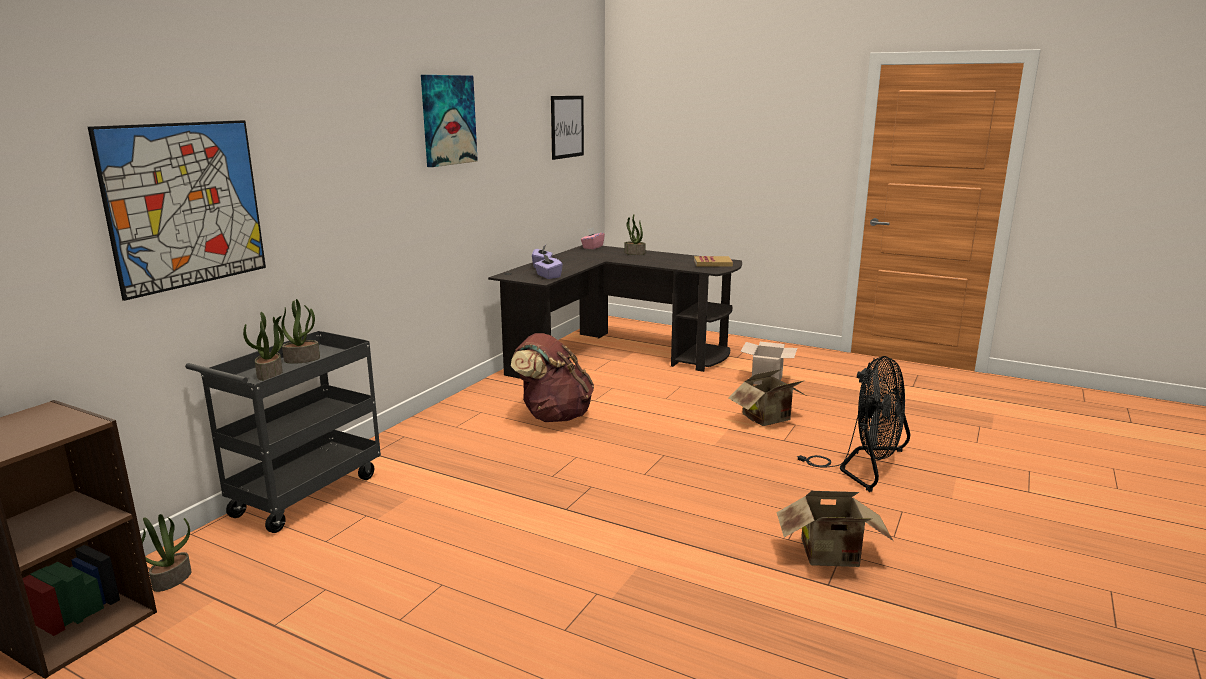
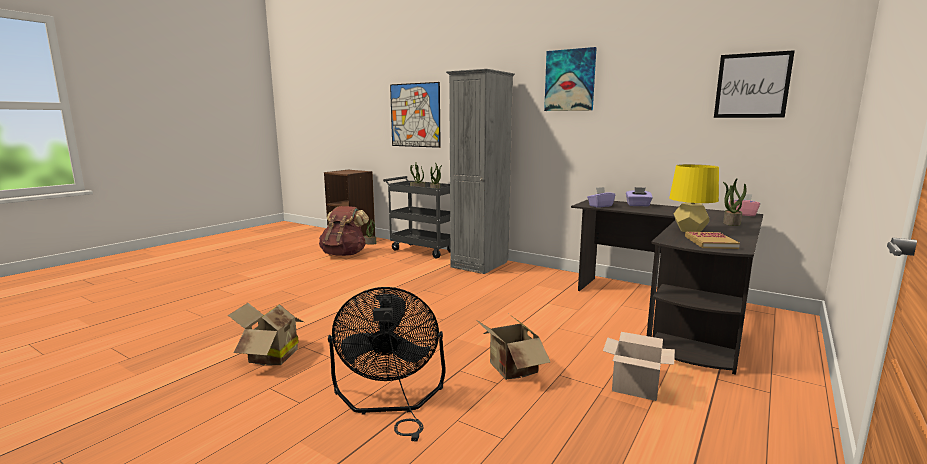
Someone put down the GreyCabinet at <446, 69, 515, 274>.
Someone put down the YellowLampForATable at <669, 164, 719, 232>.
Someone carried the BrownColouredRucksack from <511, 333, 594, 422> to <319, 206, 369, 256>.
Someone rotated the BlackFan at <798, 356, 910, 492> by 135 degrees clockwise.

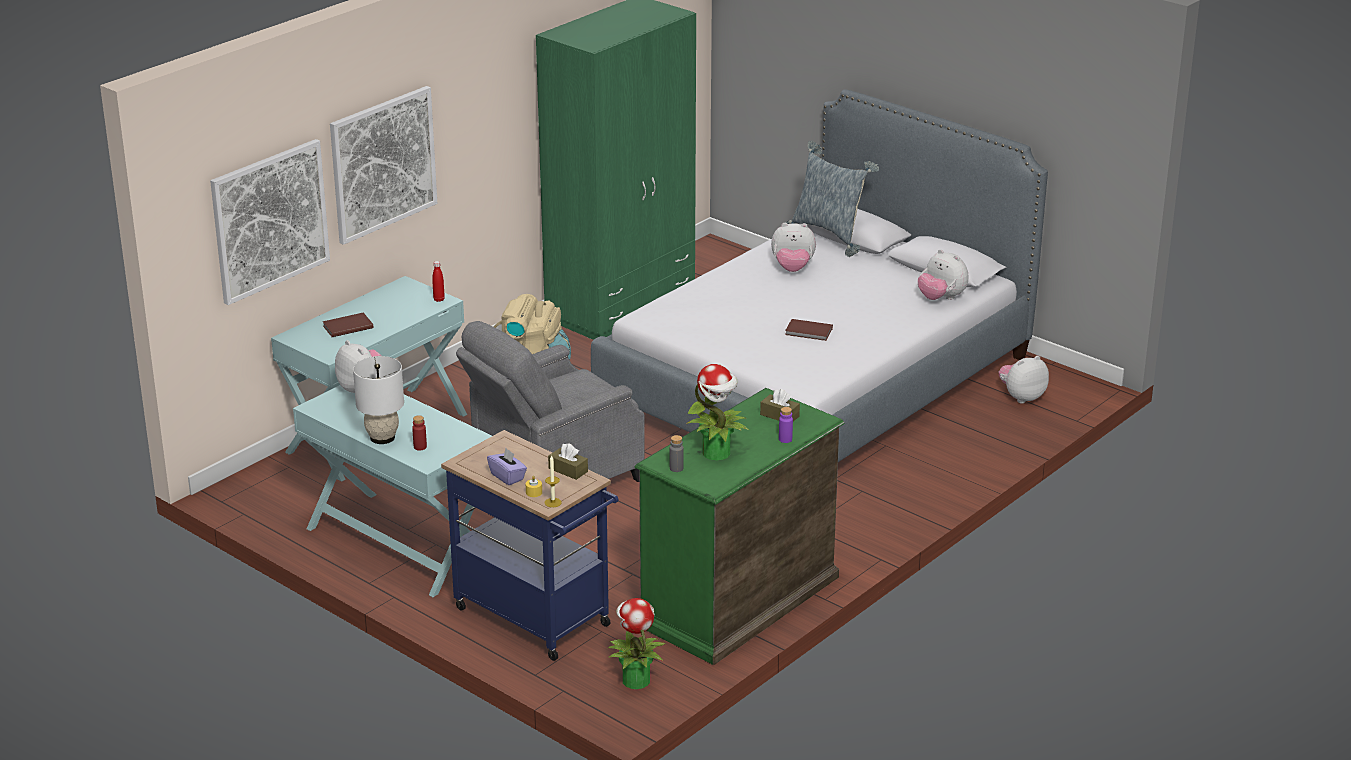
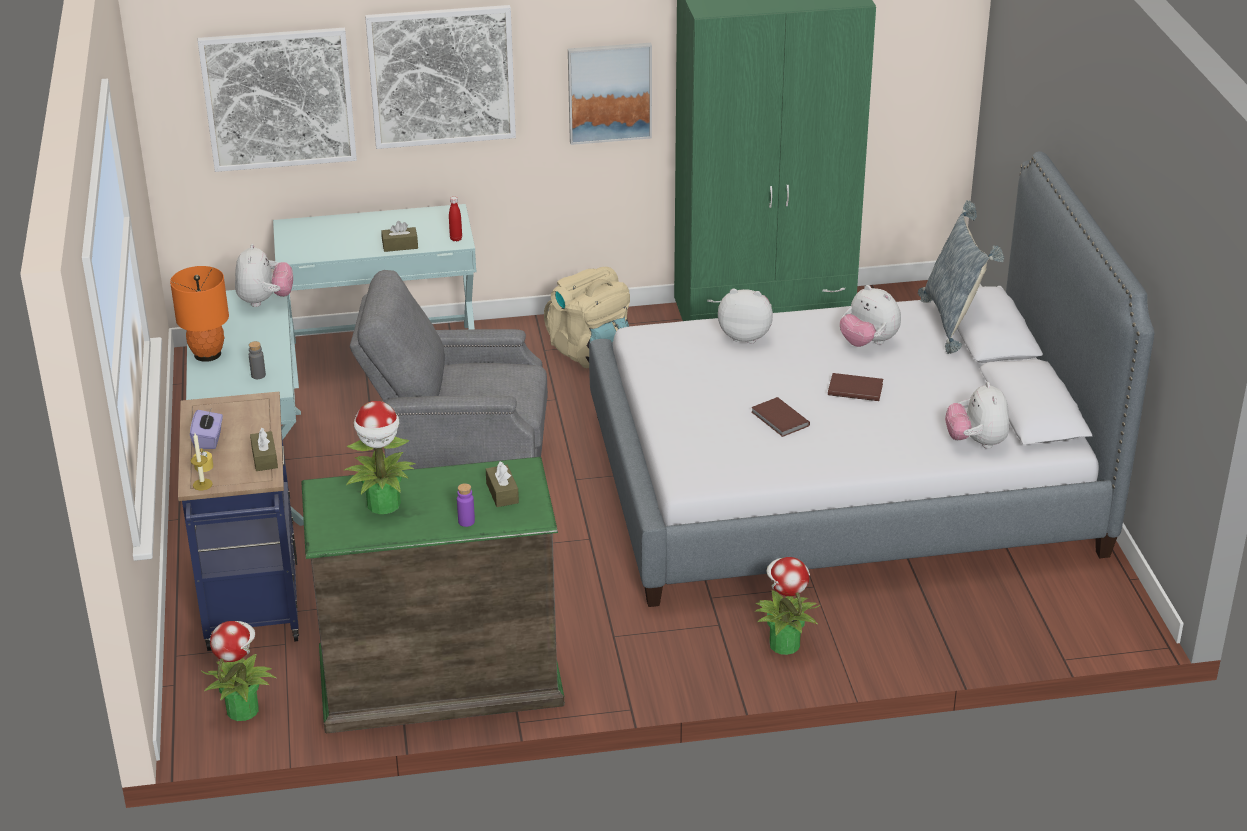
Someone took away the RedColouredDrinkBottle at <412, 415, 427, 451>.
Someone put down the BrownColouredBoxOfTissues at <382, 221, 418, 252>.
Someone put up the WallArt at <568, 43, 652, 145>.
Someone put down the Houseplant at <755, 557, 820, 655>.
Someone carried the BrownColouredVolume from <323, 312, 373, 337> to <828, 373, 883, 401>.
Someone carried the GreyDrinkBottle from <670, 435, 684, 472> to <249, 341, 266, 379>.
Someone carried the CuddlyToy from <999, 356, 1049, 403> to <718, 289, 773, 343>.
Someone repainted the WhiteColouredLampForATable at <353, 356, 404, 444>, which became the OrangeColouredLampForATable at <170, 266, 229, 362>.

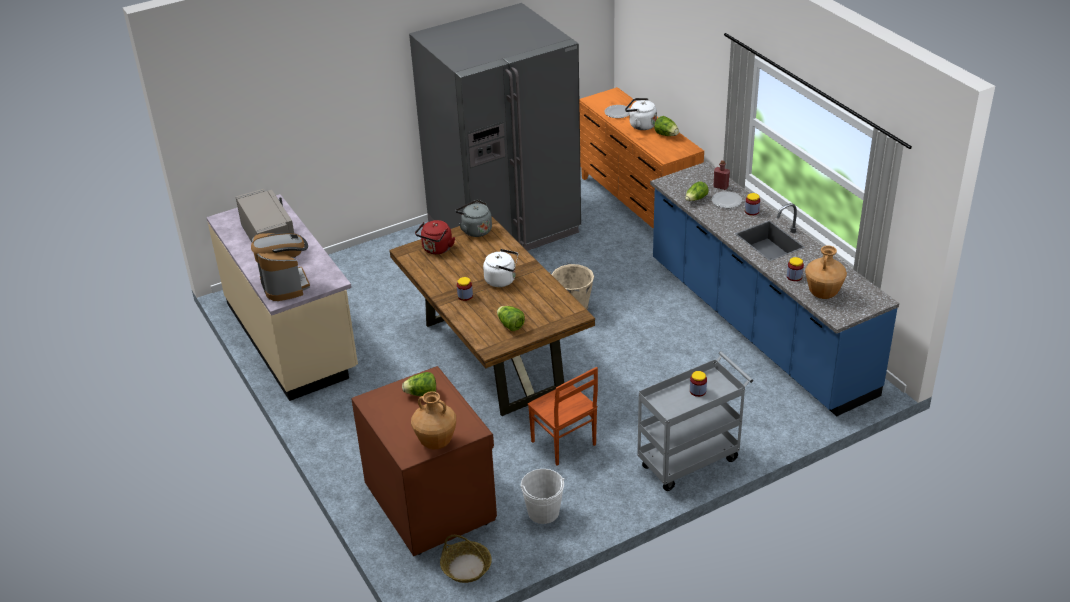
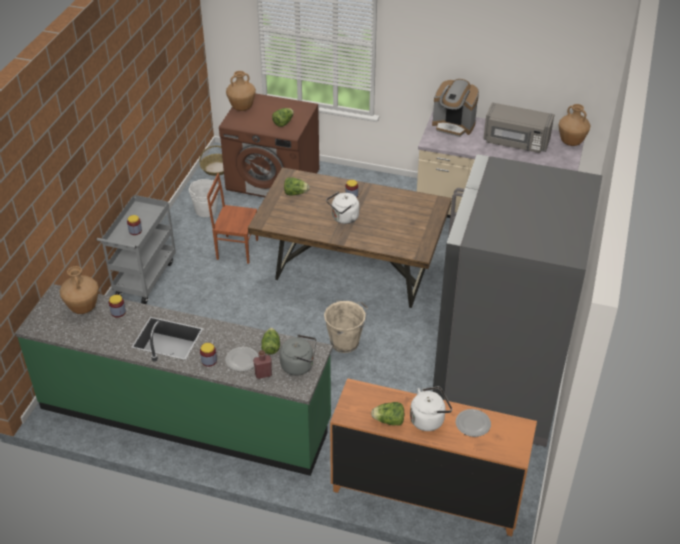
Someone took away the RedColouredWaterKettle at <415, 220, 455, 254>.
Someone put down the BrownColouredDecorativeVase at <559, 104, 591, 146>.
Someone carried the GreyWaterKettle from <455, 200, 492, 237> to <280, 335, 317, 376>.
Someone repainted the BlueColouredCounter at <650, 161, 899, 416>, which became the GreenishCounter at <15, 284, 333, 476>.

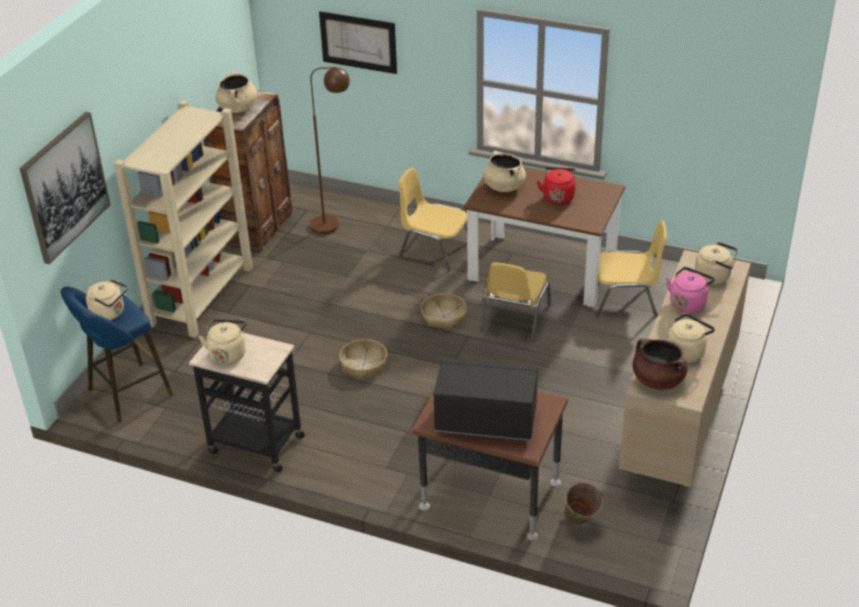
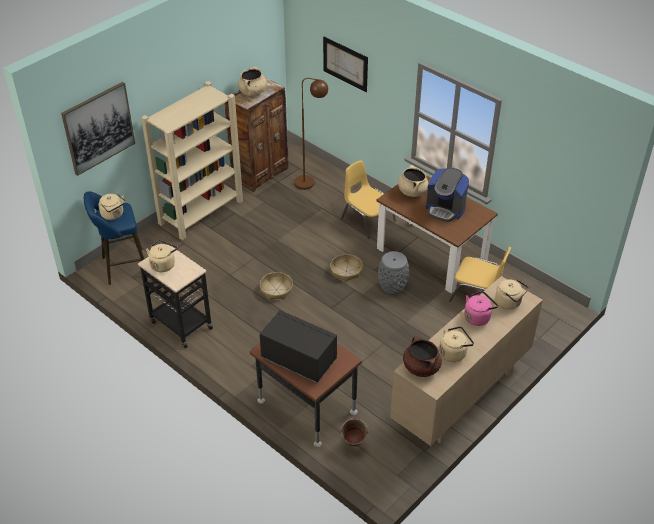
Someone swapped the YellowUprightChair at <480, 262, 551, 341> for the GreyStoolSeat at <378, 251, 409, 294>.
Someone swapped the RedColouredWaterKettle at <537, 167, 576, 204> for the CoffeeMachine at <426, 168, 469, 222>.

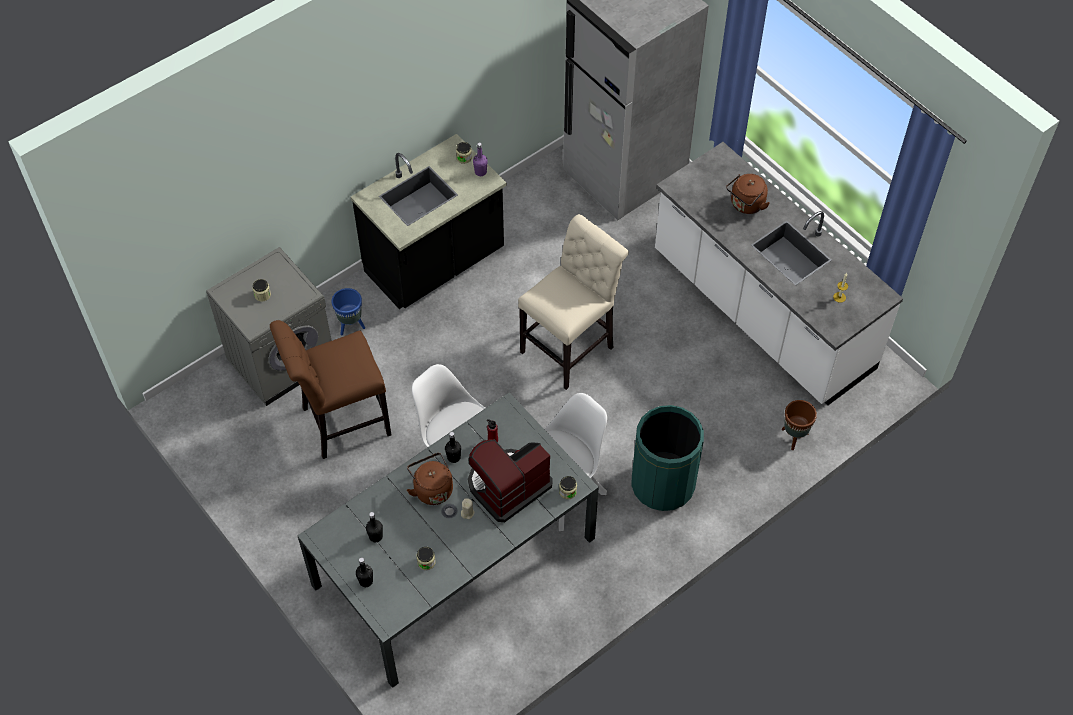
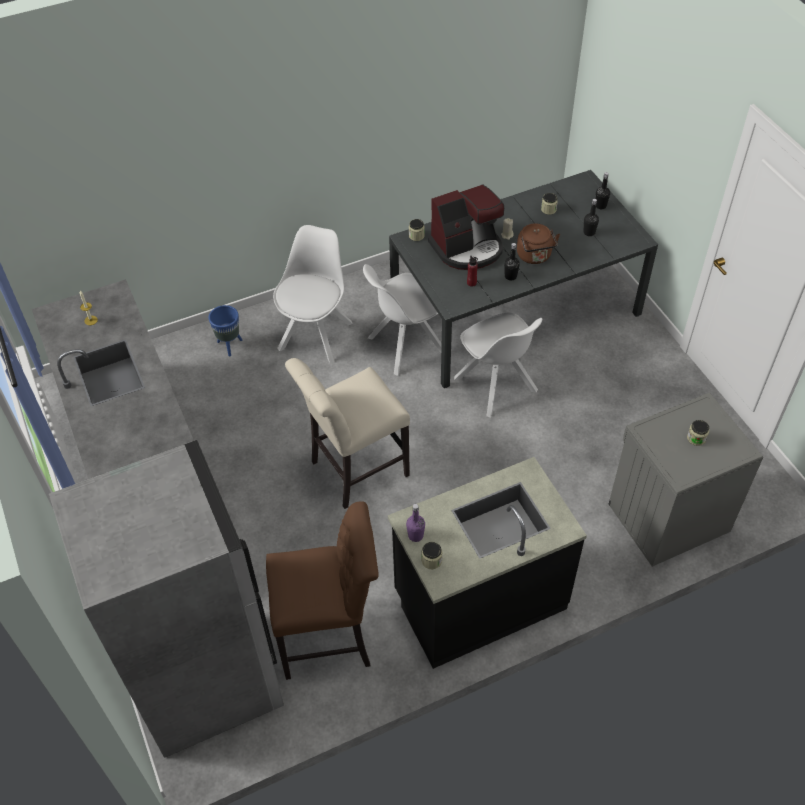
Someone took away the BrownColouredWaterKettle at <726, 174, 770, 214>.
Someone took away the BrownColouredPlanter at <782, 400, 817, 450>.
Someone carried the BrownColouredStoolSeat from <270, 320, 391, 459> to <266, 501, 379, 680>.
Someone carried the BlueColouredPlanter from <332, 288, 365, 335> to <208, 305, 242, 357>.
Someone swapped the GreenishTrashCan at <631, 405, 704, 511> for the WhiteColouredUprightChair at <273, 225, 353, 364>.

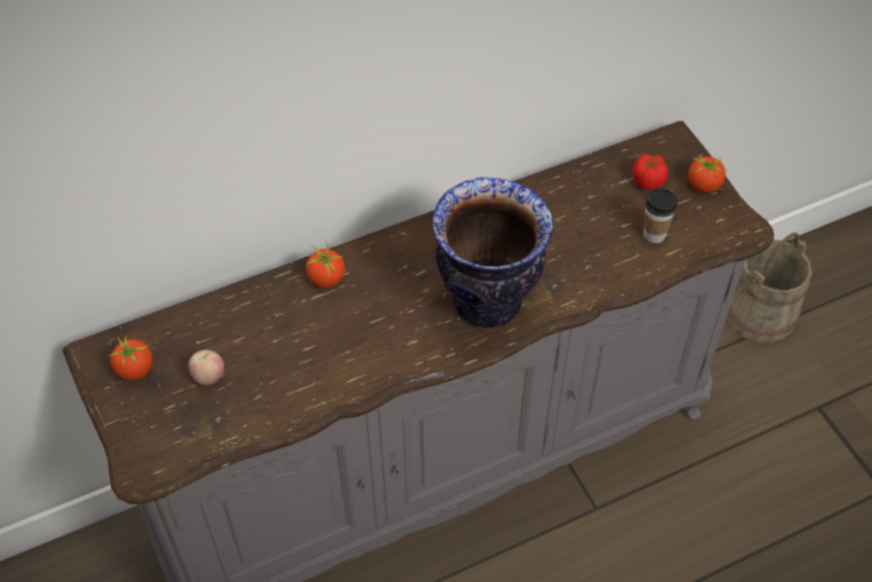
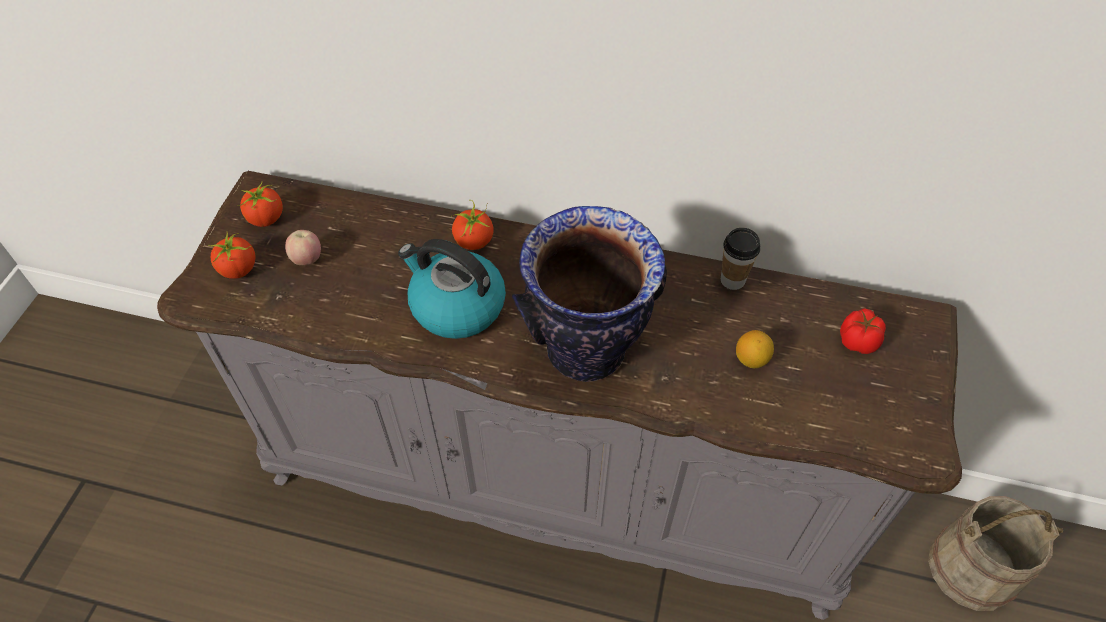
Someone put down the WaterKettle at <398, 239, 506, 339>.
Someone put down the WholeLemon at <736, 330, 774, 368>.
Someone carried the DrinkingCup from <643, 188, 678, 243> to <721, 228, 761, 290>.
Someone carried the Tomato from <688, 156, 730, 193> to <208, 232, 255, 279>.

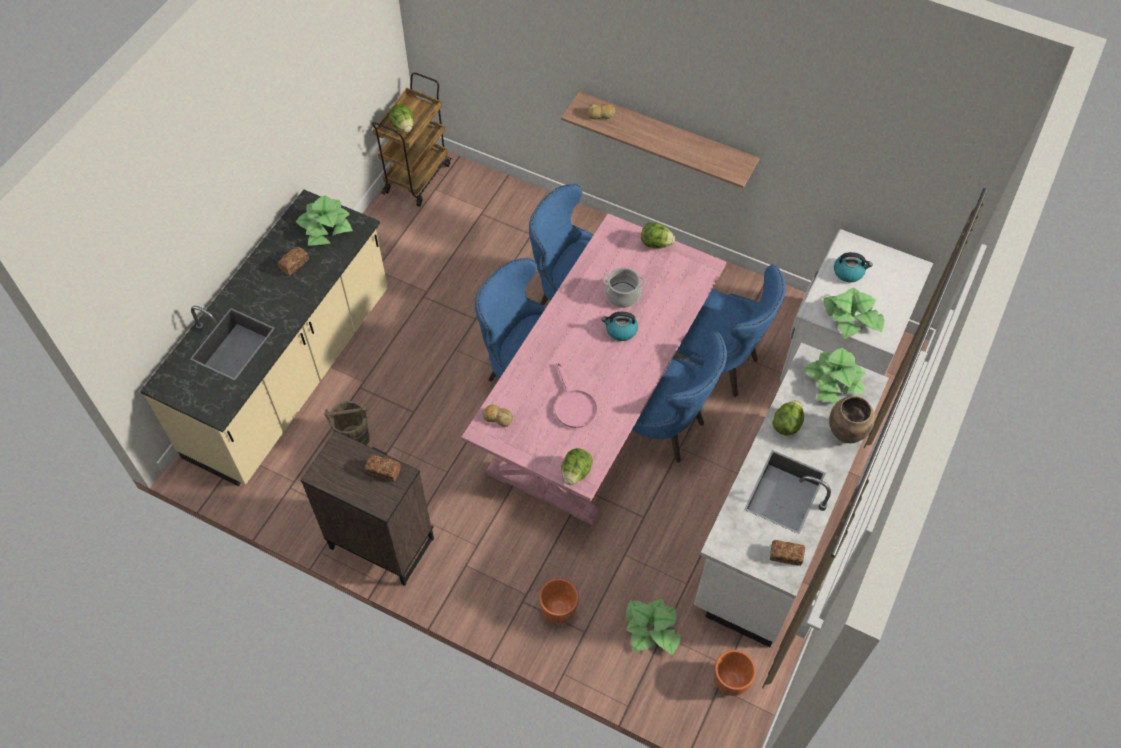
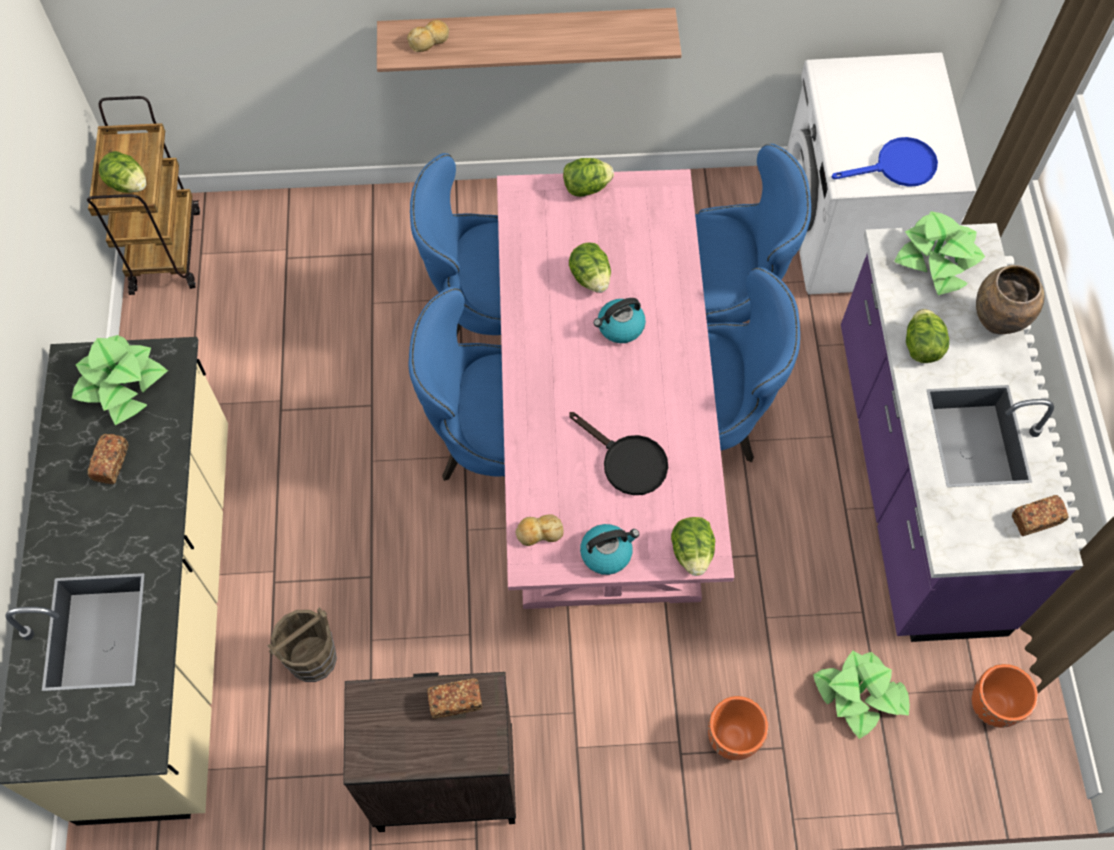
Someone carried the WaterKettle from <834, 252, 873, 282> to <580, 524, 639, 575>.
Someone swapped the Saucepot at <603, 267, 645, 308> for the HeadOfLettuce at <569, 242, 611, 293>.
Someone swapped the Houseplant at <823, 288, 885, 339> for the BlueColouredSkillet at <831, 137, 938, 187>.
Someone repainted the PinkishSkillet at <555, 362, 597, 428>, which became the BlackSkillet at <570, 412, 668, 495>.
Someone repainted the WhiteColouredCounter at <694, 342, 889, 647>, which became the PurpleColouredCounter at <841, 223, 1083, 642>.

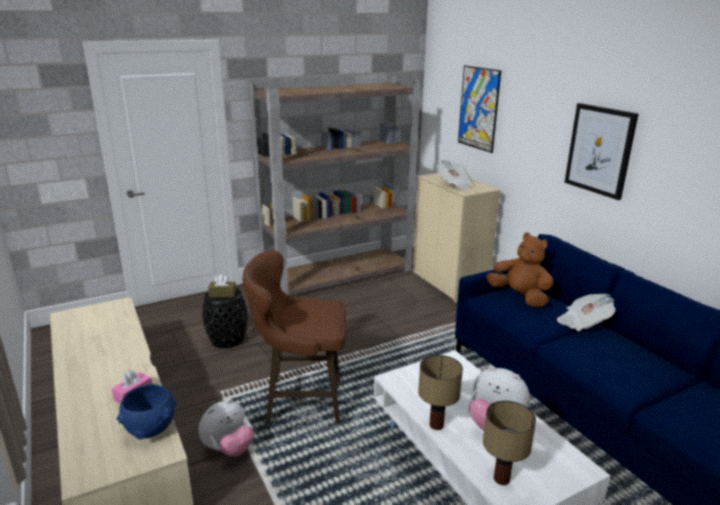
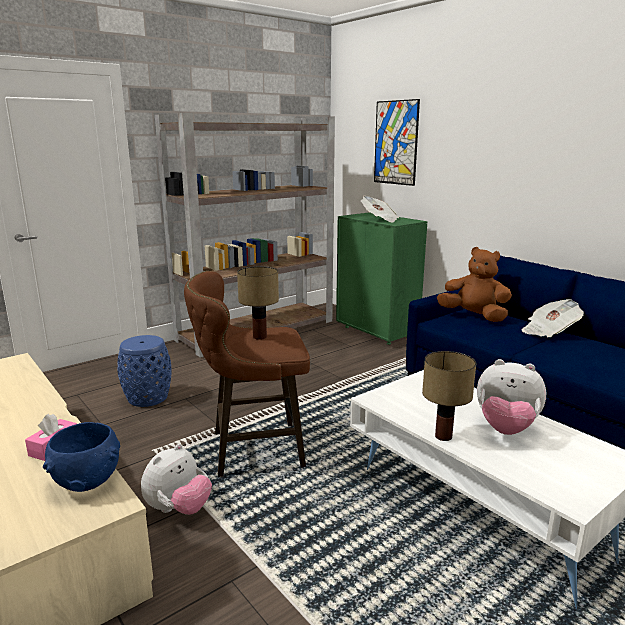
Someone took away the BrownColouredBoxOfTissues at <208, 275, 236, 297>.
Someone took away the WallArt at <565, 103, 639, 200>.
Someone carried the LampForATable from <483, 401, 536, 485> to <237, 266, 279, 340>.
Someone repainted the BlackStoolSeat at <202, 288, 248, 348>, which became the BlueColouredStoolSeat at <117, 335, 172, 407>.
Someone repainted the BeigeColouredCabinet at <413, 173, 501, 303>, which became the GreenishCabinet at <336, 212, 428, 345>.

